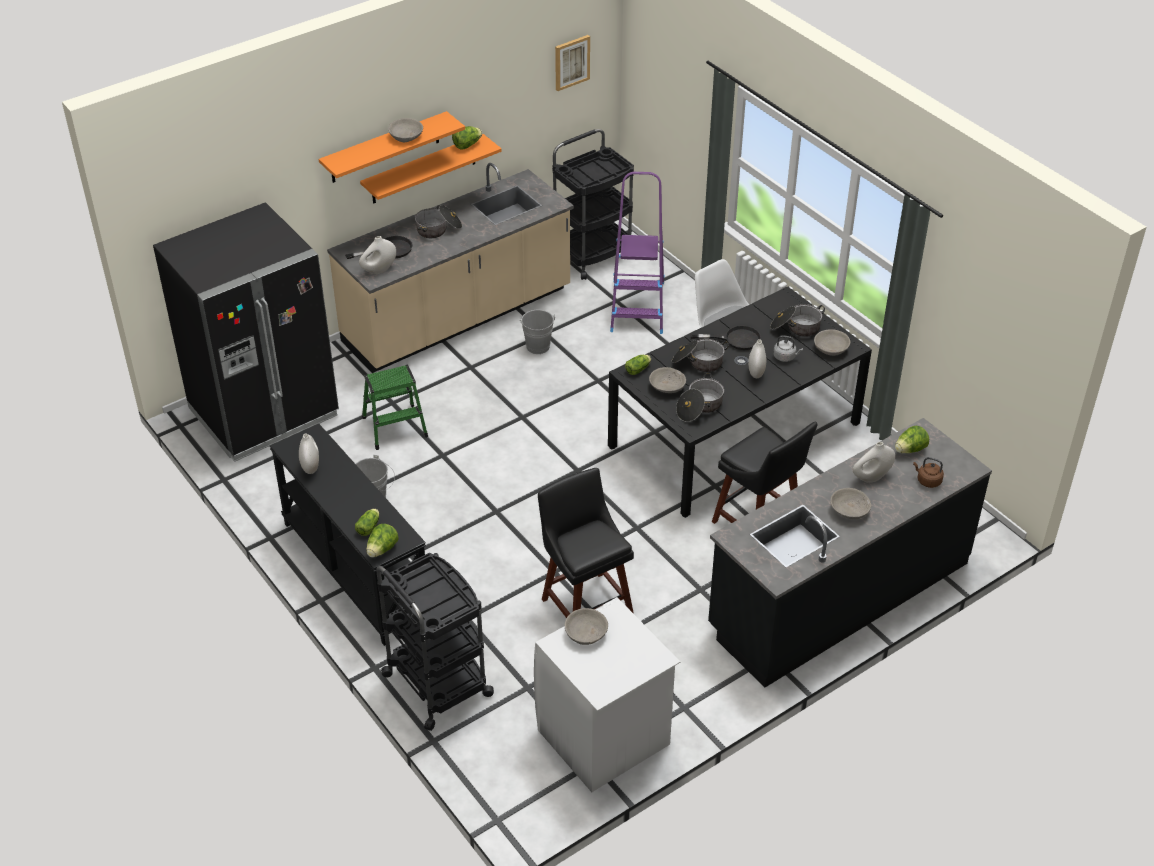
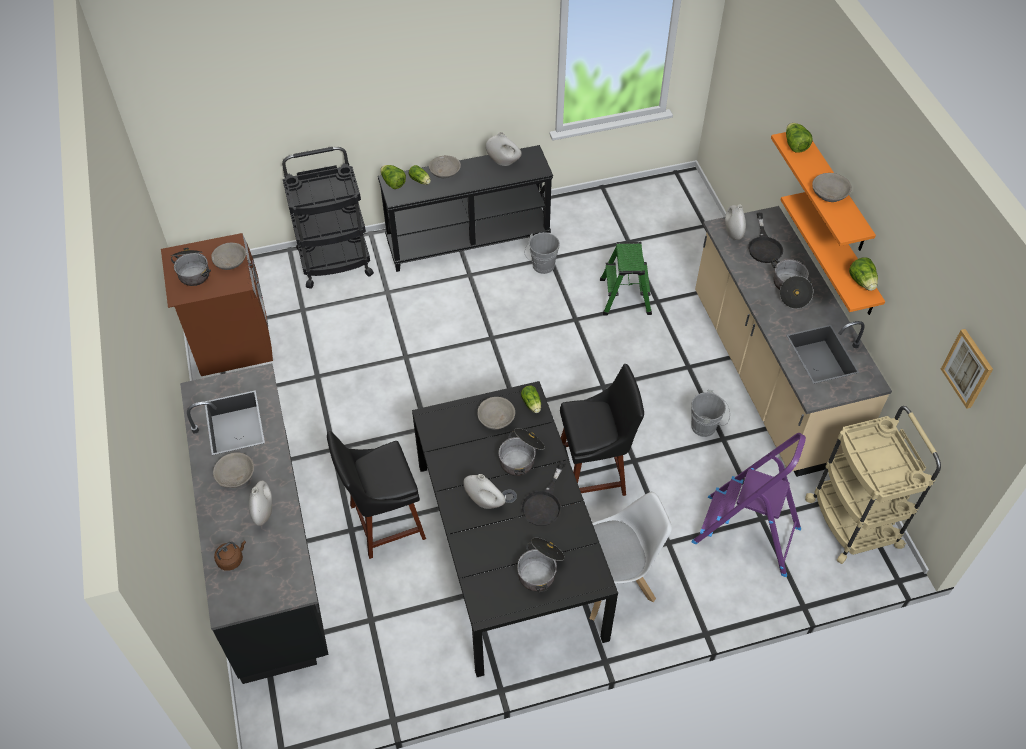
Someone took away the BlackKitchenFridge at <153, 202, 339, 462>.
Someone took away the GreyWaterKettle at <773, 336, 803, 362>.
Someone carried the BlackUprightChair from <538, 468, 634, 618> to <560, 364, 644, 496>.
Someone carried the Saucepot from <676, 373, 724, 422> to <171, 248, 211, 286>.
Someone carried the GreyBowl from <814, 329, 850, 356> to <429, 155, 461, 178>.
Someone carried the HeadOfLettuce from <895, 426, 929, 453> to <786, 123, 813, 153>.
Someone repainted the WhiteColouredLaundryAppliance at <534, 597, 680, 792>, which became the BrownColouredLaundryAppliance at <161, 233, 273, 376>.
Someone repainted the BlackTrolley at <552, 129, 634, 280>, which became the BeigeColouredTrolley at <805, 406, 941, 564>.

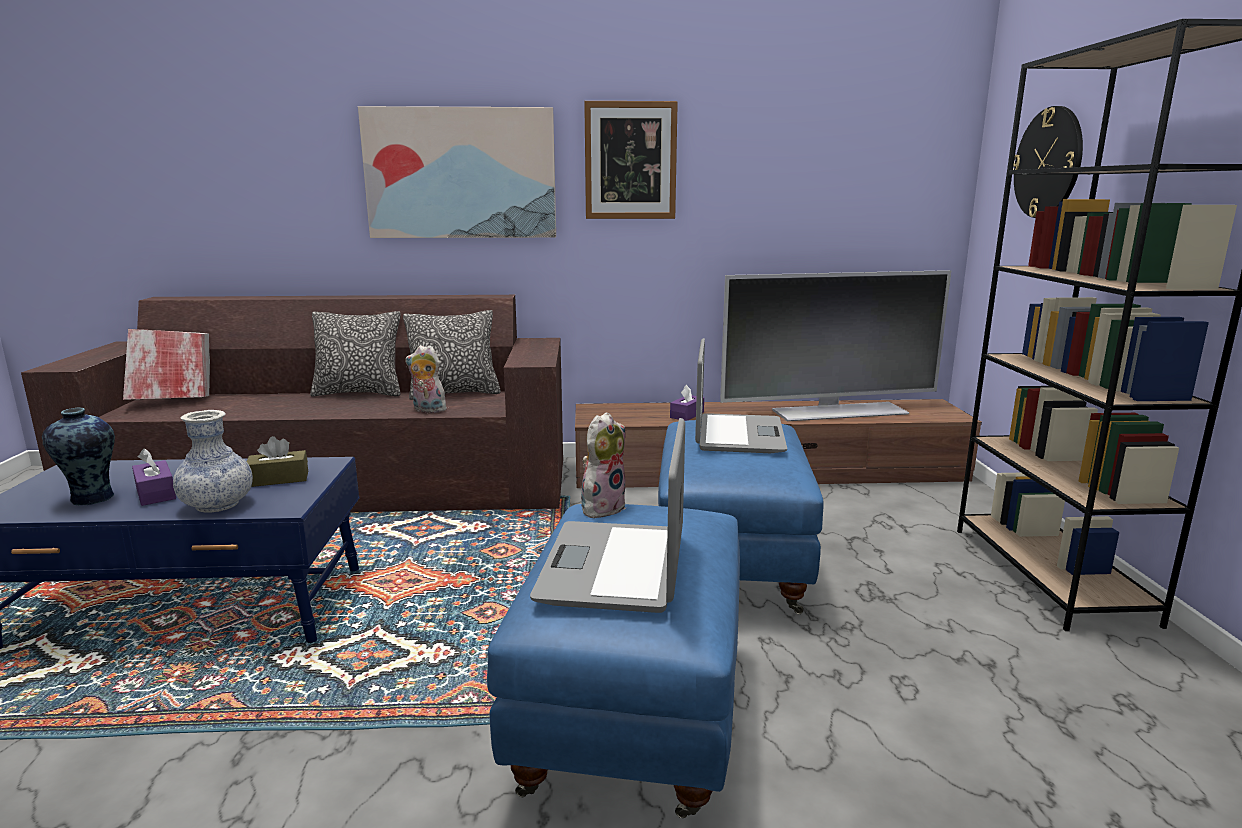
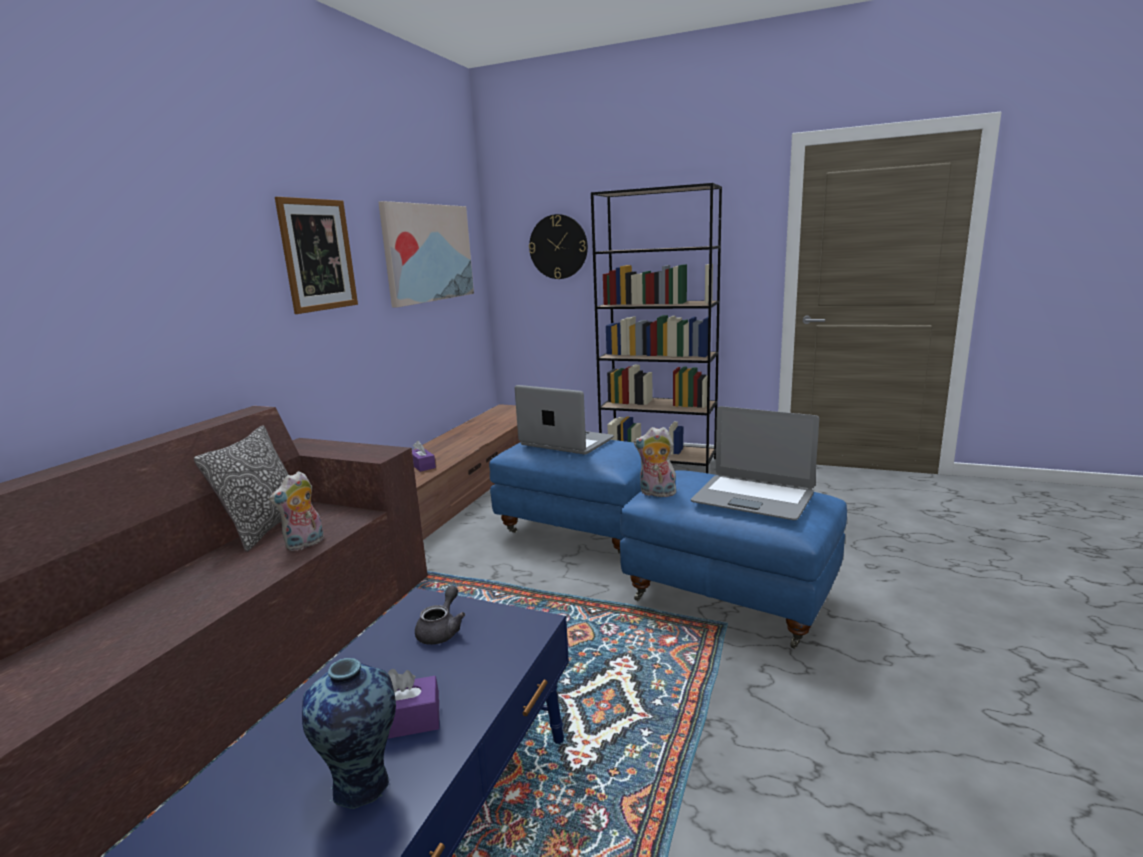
Someone took away the DecorativeVase at <173, 410, 253, 513>.
Someone took away the Cushion at <310, 311, 401, 397>.
Someone took away the Tv at <720, 270, 951, 421>.
Someone carried the WallArt from <358, 106, 556, 238> to <378, 201, 474, 308>.
Someone swapped the BrownColouredBoxOfTissues at <246, 436, 308, 487> for the GreyPotForTea at <415, 585, 465, 645>.
Someone rotated the CuddlyToy at <581, 412, 626, 518> by 45 degrees counterclockwise.

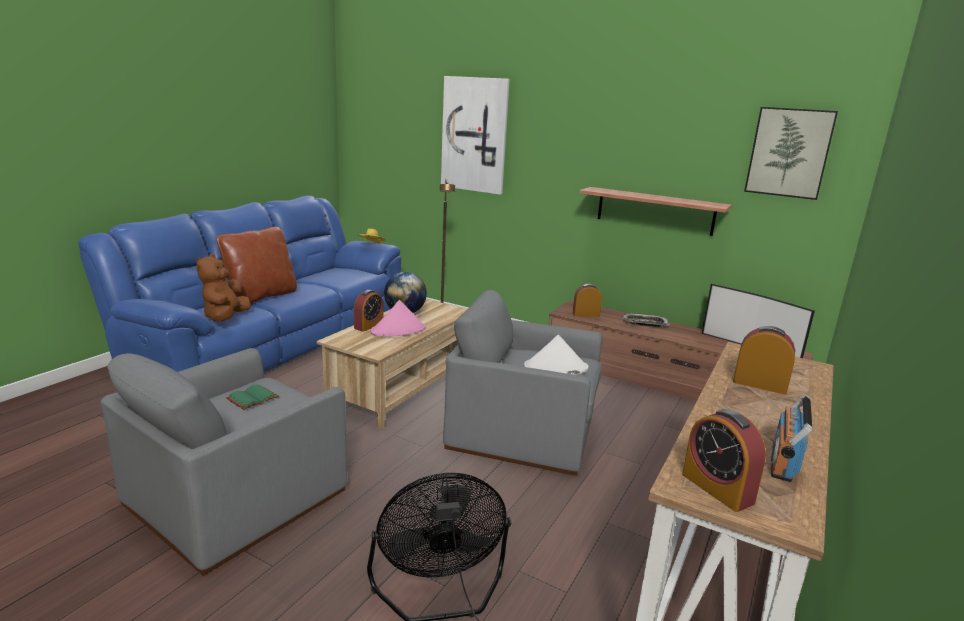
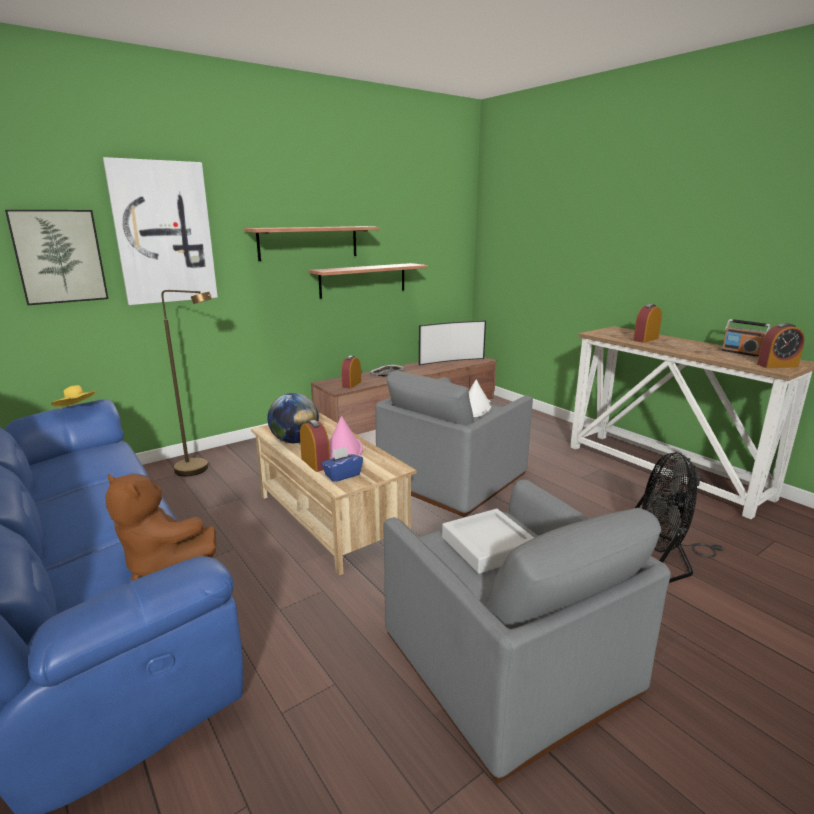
Someone took away the BrownColouredCushion at <217, 227, 297, 303>.
Someone put up the BracketShelf at <244, 226, 380, 261>.
Someone put down the BlueColouredBoxOfTissues at <321, 447, 363, 482>.
Someone carried the WallArt from <744, 107, 838, 200> to <5, 210, 108, 305>.
Someone swapped the GreenishVolume at <226, 384, 279, 410> for the GreyCarryingTray at <442, 509, 534, 574>.

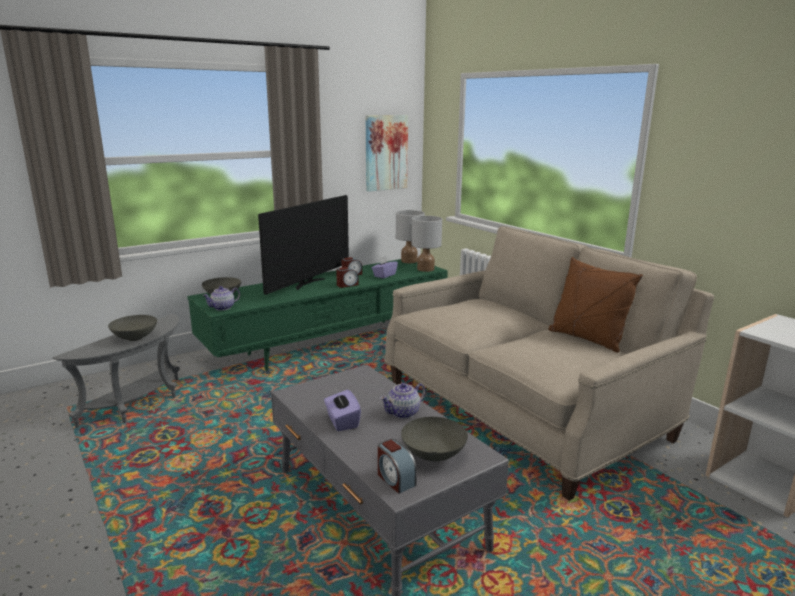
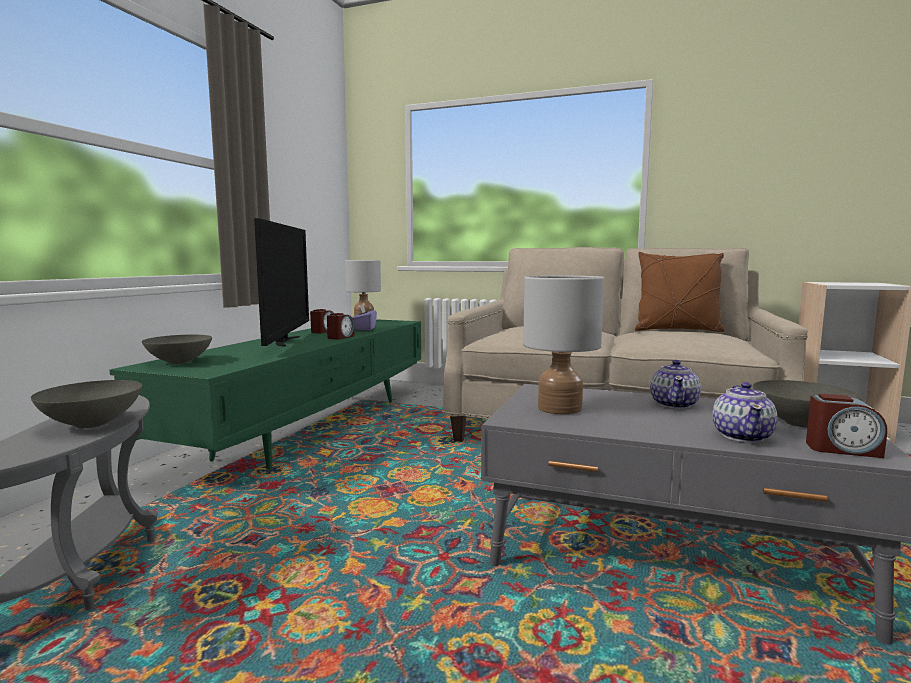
Someone took away the PurpleColouredBoxOfTissues at <324, 388, 361, 431>.
Someone took away the WallArt at <366, 115, 408, 192>.
Someone carried the PotForTea from <202, 286, 240, 311> to <713, 382, 777, 443>.
Someone carried the GreyLampForATable from <412, 216, 442, 272> to <523, 276, 604, 414>.

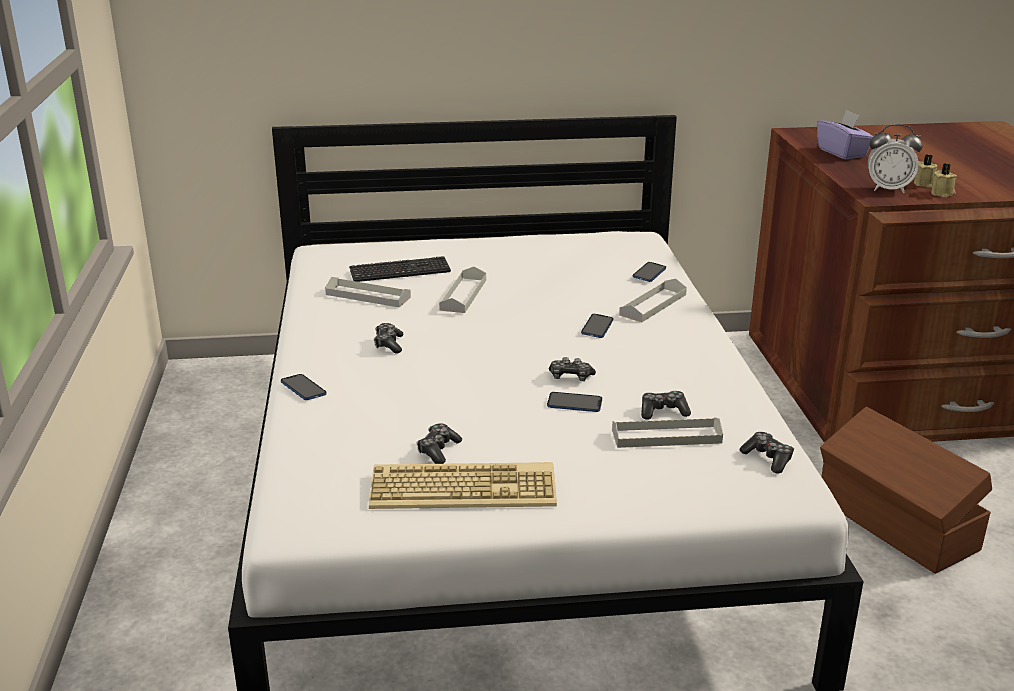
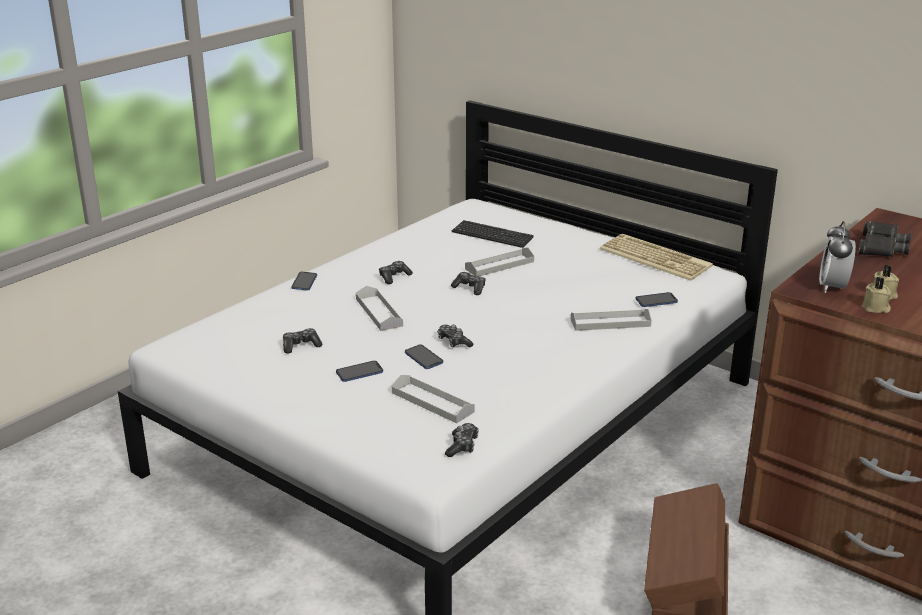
Someone carried the GreyCarryingTray from <325, 277, 411, 307> to <356, 286, 403, 331>.
Someone carried the PcKeyboard from <369, 462, 557, 509> to <600, 234, 713, 281>.
Someone carried the Telephone from <581, 314, 613, 338> to <336, 361, 383, 382>.
Someone carried the GameController from <641, 391, 691, 420> to <451, 272, 486, 295>.
Someone swapped the PurpleColouredBoxOfTissues at <817, 109, 873, 160> for the BlackPairOfBinoculars at <858, 221, 912, 257>.
Someone rotated the TableClock at <868, 124, 923, 193> by 45 degrees clockwise.

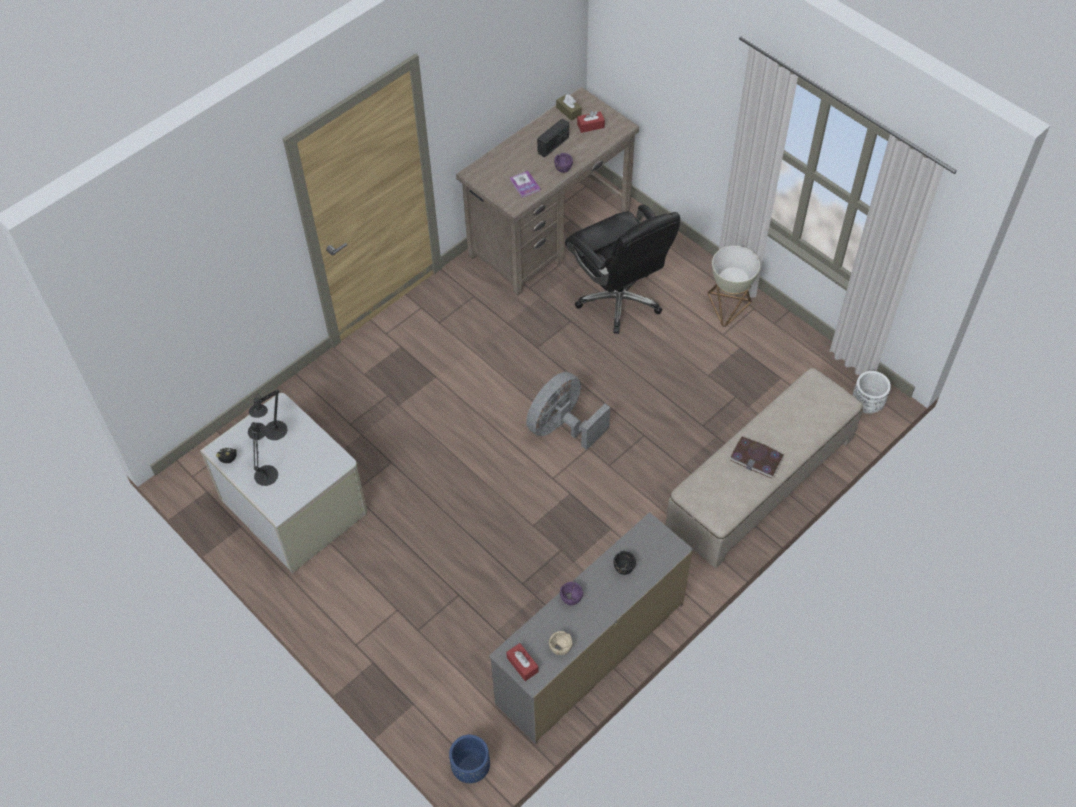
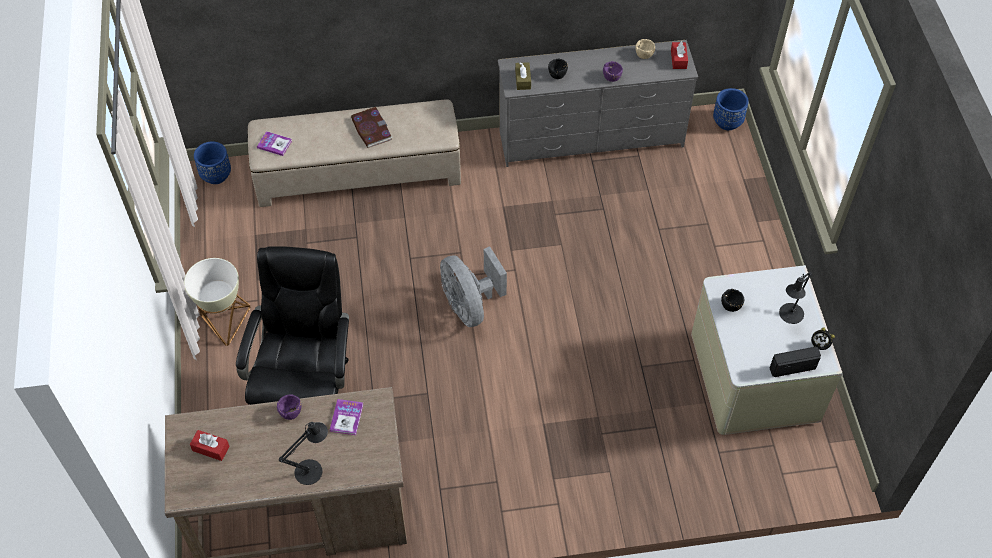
Someone put down the Volume at <257, 131, 292, 156>.
Someone put down the BlackBowl at <721, 289, 744, 312>.
Someone carried the BlackLampForATable from <249, 389, 287, 440> to <279, 422, 328, 485>.
Someone carried the RadioReceiver from <537, 119, 569, 157> to <769, 347, 821, 377>.
Someone carried the BrownColouredBoxOfTissues from <556, 94, 582, 121> to <515, 62, 531, 90>.
Someone repainted the WhiteColouredPlanter at <852, 371, 891, 414>, which became the BlueColouredPlanter at <194, 141, 231, 184>.
Someone rotated the GreyFan at <526, 372, 610, 450> by 75 degrees clockwise.

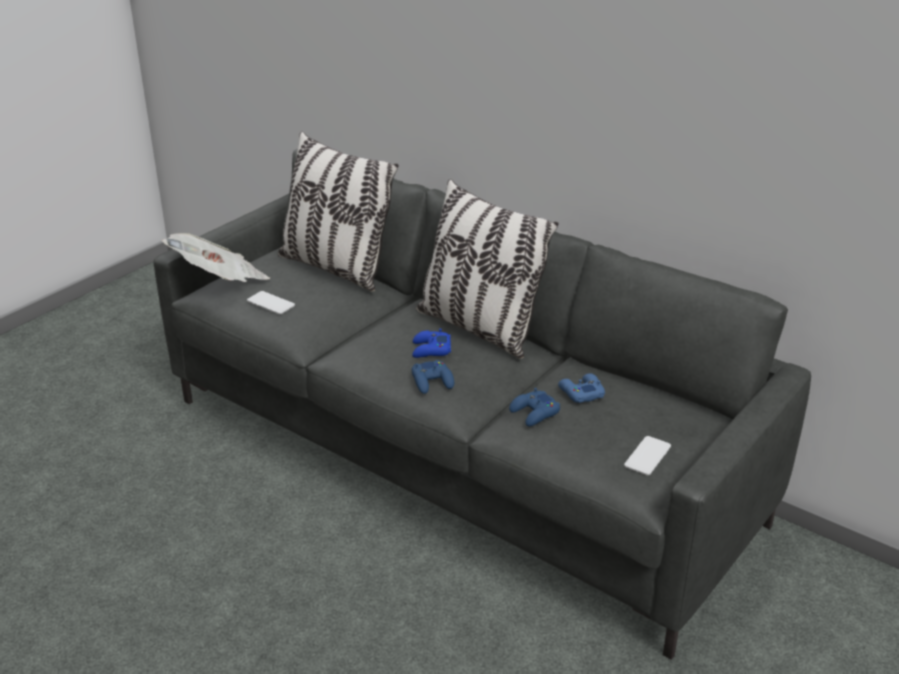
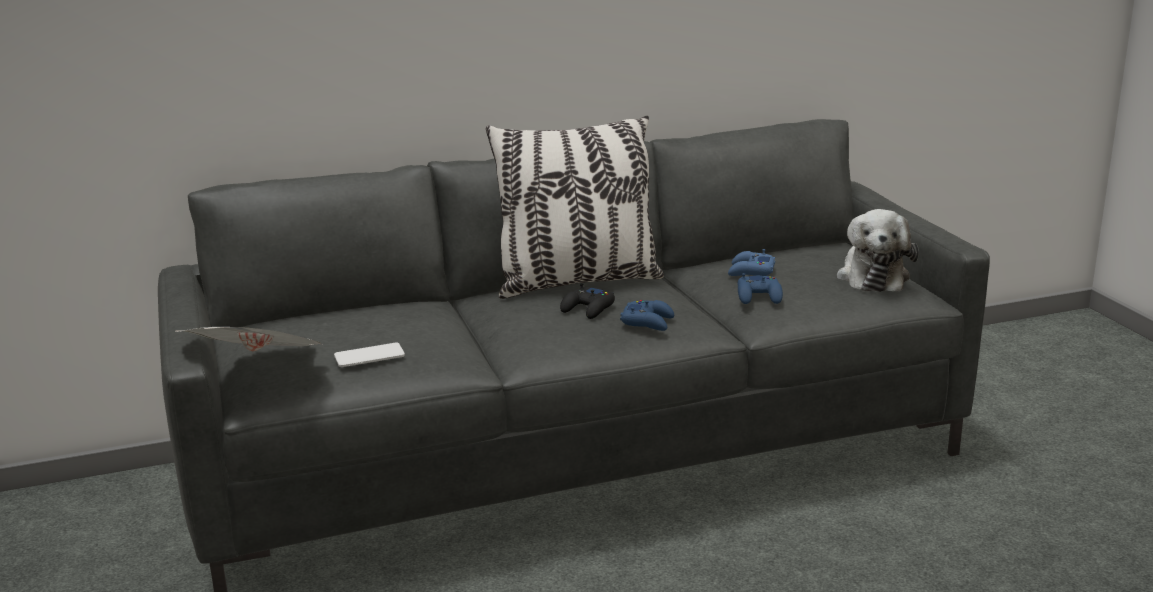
Someone took away the Cushion at <278, 132, 399, 292>.
Someone swapped the Telephone at <624, 436, 671, 475> for the CuddlyToy at <837, 209, 919, 292>.
Someone repainted the BlueColouredGameController at <412, 328, 451, 358>, which became the BlackGameController at <560, 283, 615, 319>.

